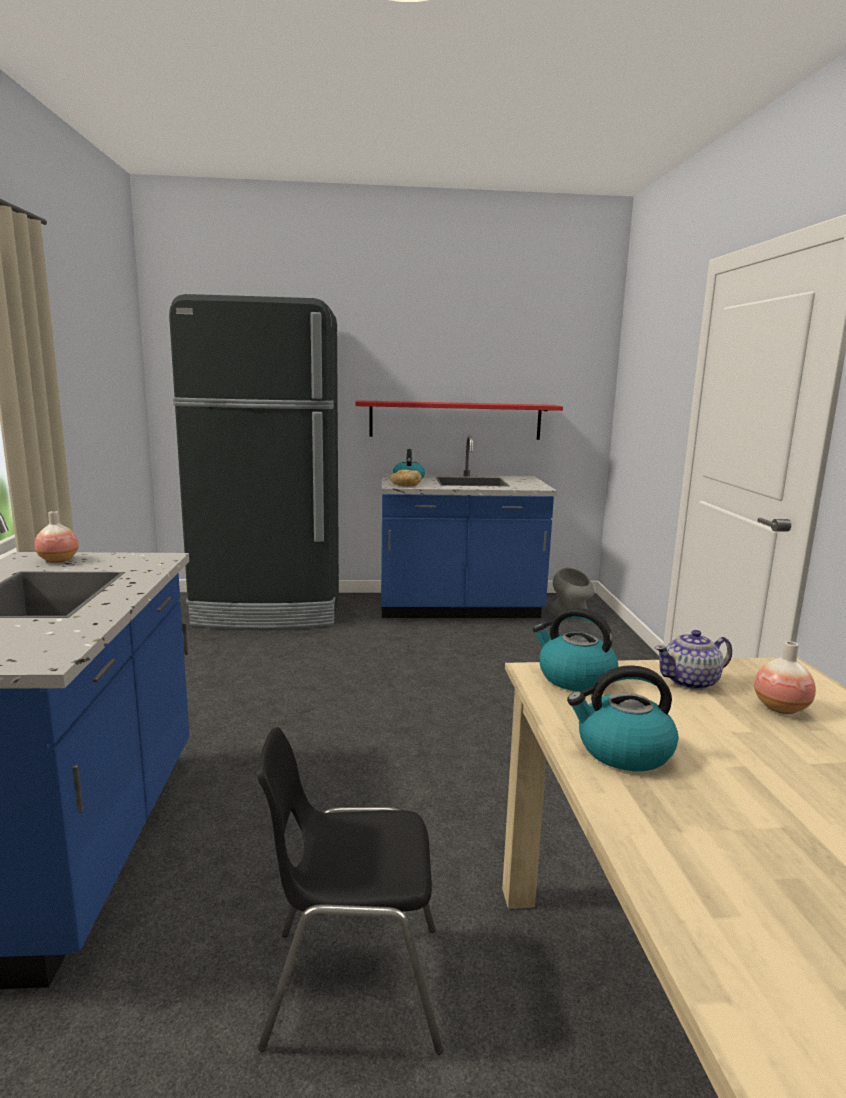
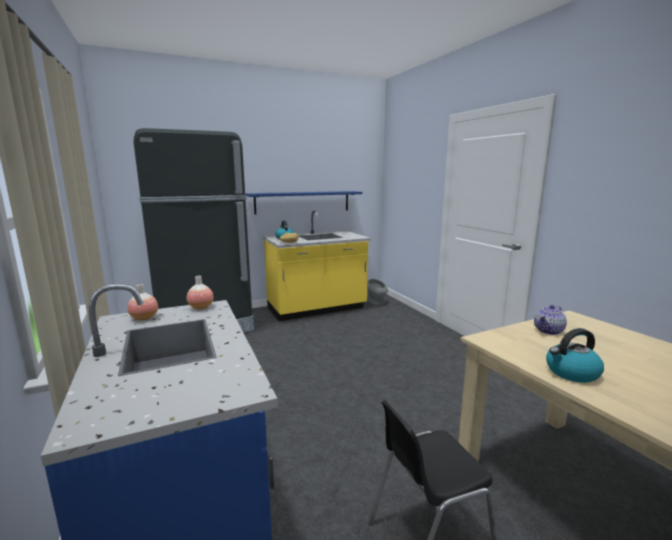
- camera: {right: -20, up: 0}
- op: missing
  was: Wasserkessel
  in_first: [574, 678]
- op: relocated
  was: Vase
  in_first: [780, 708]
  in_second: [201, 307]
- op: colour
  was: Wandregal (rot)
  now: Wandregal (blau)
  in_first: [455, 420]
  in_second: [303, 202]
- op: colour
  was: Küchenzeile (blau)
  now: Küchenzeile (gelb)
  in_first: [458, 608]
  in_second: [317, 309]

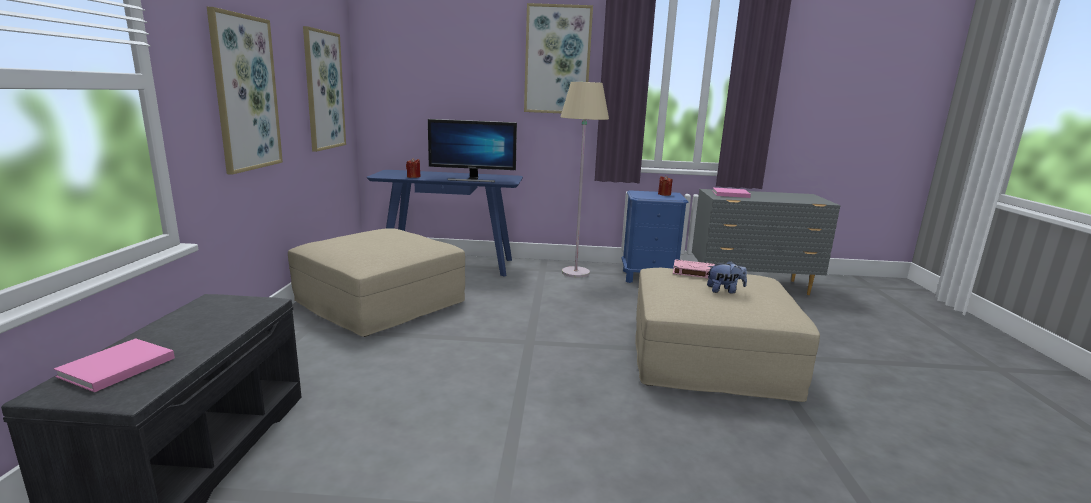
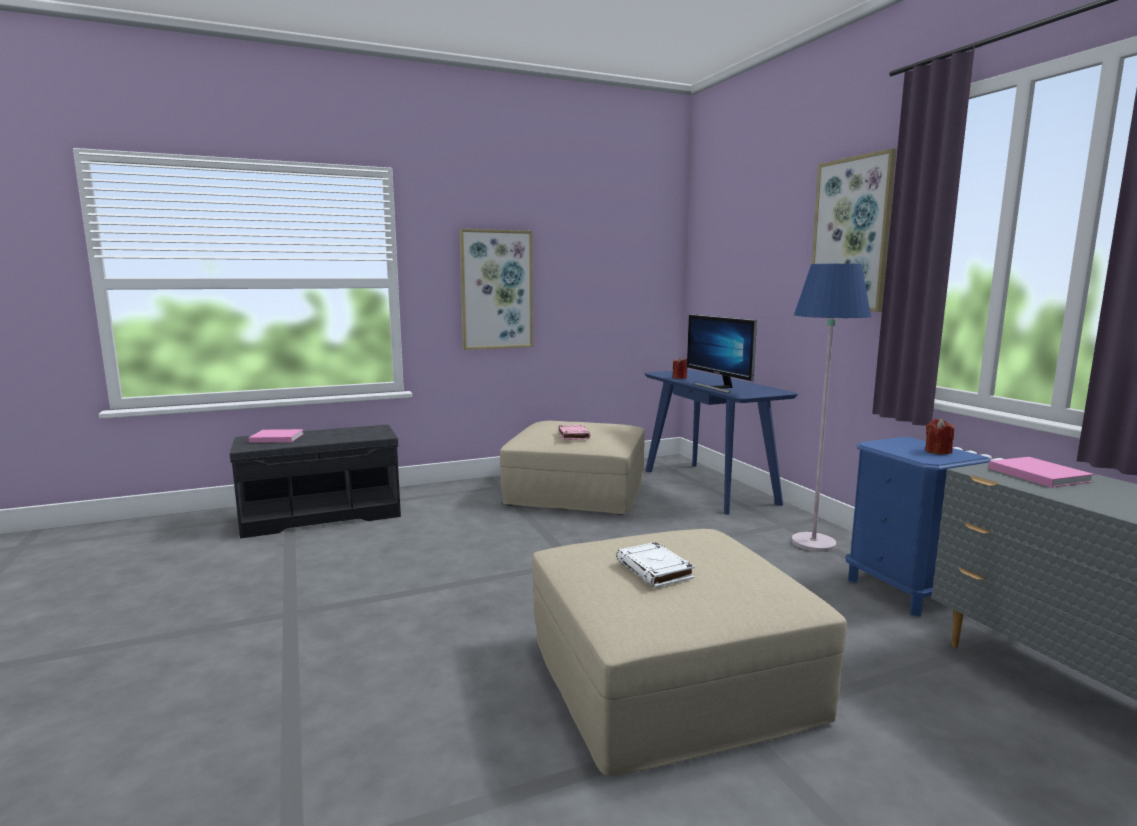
- camera: {right: 65, up: -5}
- op: missing
  was: Bild
  in_first: [323, 90]
- op: relocated
  was: Buch (rosa)
  in_first: [692, 272]
  in_second: [573, 435]
- op: exchanged
  was: Plüschtier
  now: Buch (weiß)
  in_first: [724, 291]
  in_second: [655, 570]
- op: colour
  was: Stehlampe (beige)
  now: Stehlampe (blau)
  in_first: [575, 273]
  in_second: [813, 543]

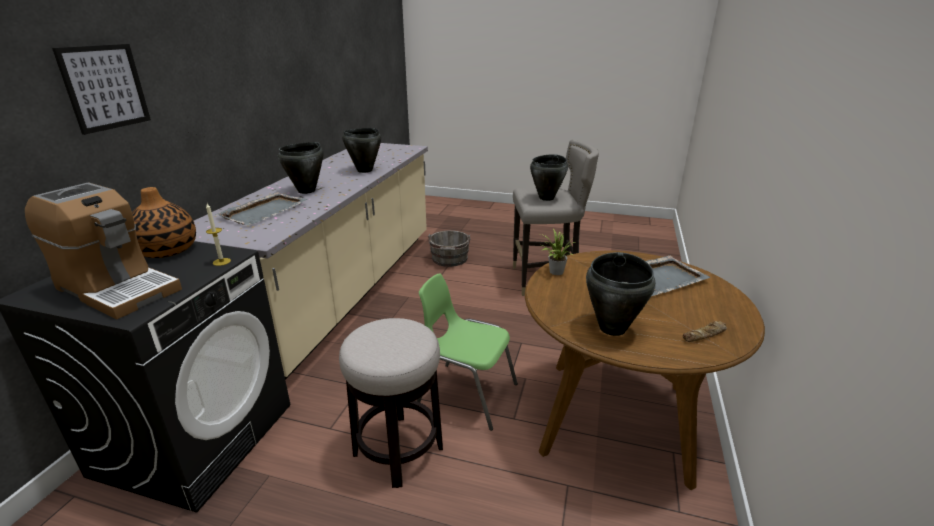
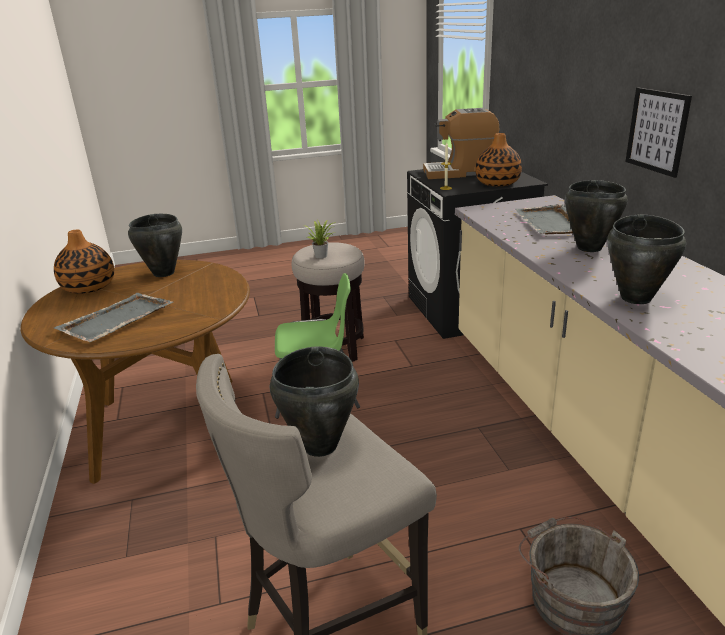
- camera: {right: 150, up: 0}
- op: relocated
  was: Bild
  in_first: [105, 87]
  in_second: [657, 131]
- op: relocated
  was: Topfpflanze
  in_first: [554, 272]
  in_second: [322, 255]
- op: exchanged
  was: Brot
  now: Vase
  in_first: [705, 335]
  in_second: [89, 287]

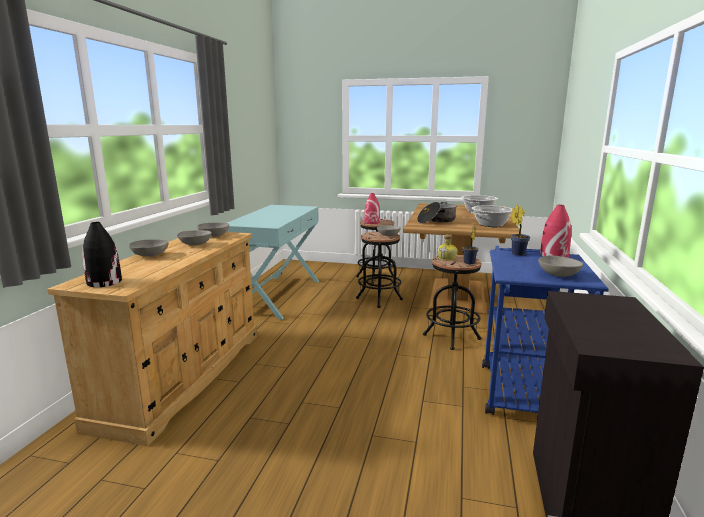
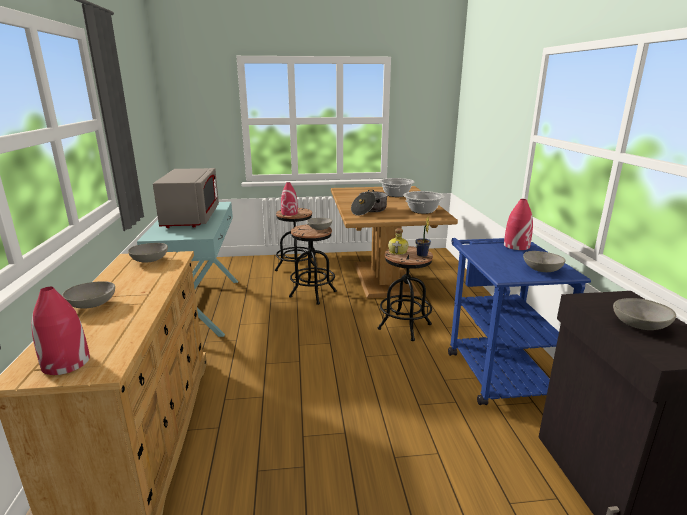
- camera: {right: -20, up: 5}
- op: missing
  was: Topfpflanze
  in_first: [517, 253]
- op: appeared
  now: Mikrowelle (grau)
  in_second: [192, 218]
- op: relocated
  was: Schüssel (grau)
  in_first: [195, 245]
  in_second: [640, 326]
- op: colour
  was: Vase (schwarz)
  now: Vase (rot)
  in_first: [104, 282]
  in_second: [65, 363]

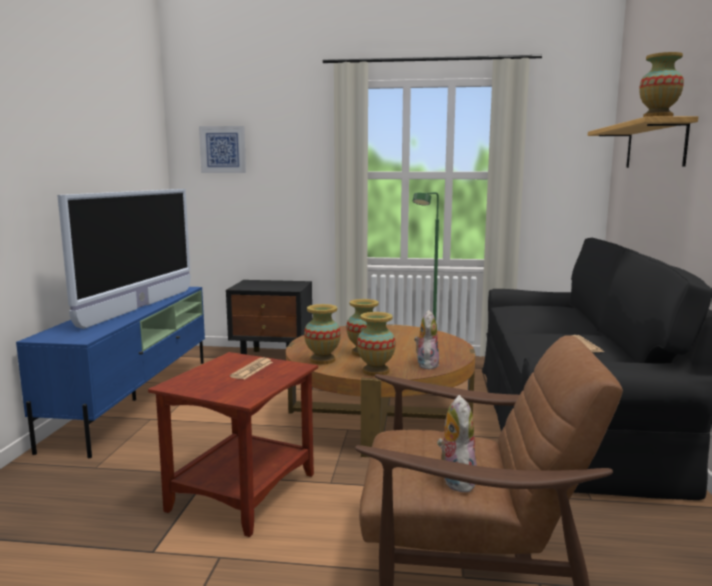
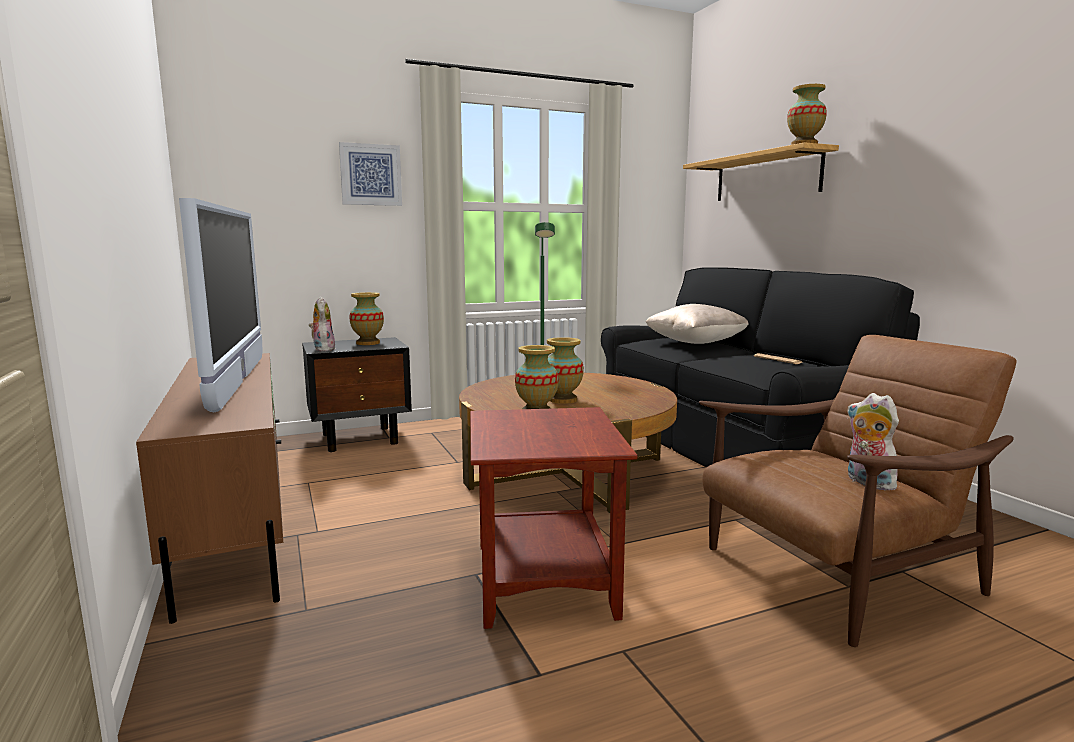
- camera: {right: -30, up: 0}
- op: missing
  was: Zeitung
  in_first: [252, 369]
- op: appeared
  now: Kissen (beige)
  in_second: [695, 343]
- op: relocated
  was: Bild
  in_first: [223, 149]
  in_second: [370, 175]
- op: relocated
  was: Vase
  in_first: [376, 371]
  in_second: [368, 343]
- op: relocated
  was: Plüschtier
  in_first: [426, 364]
  in_second: [323, 349]
- op: colour
  was: Fernsehschrank (blau)
  now: Fernsehschrank (braun)
  in_first: [135, 399]
  in_second: [236, 517]

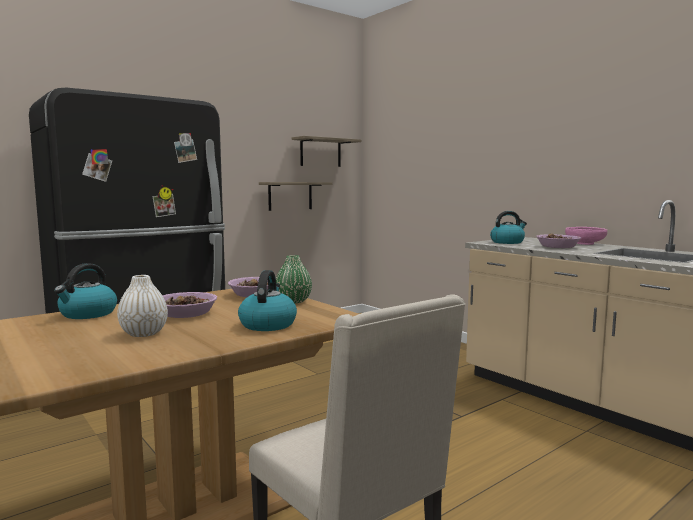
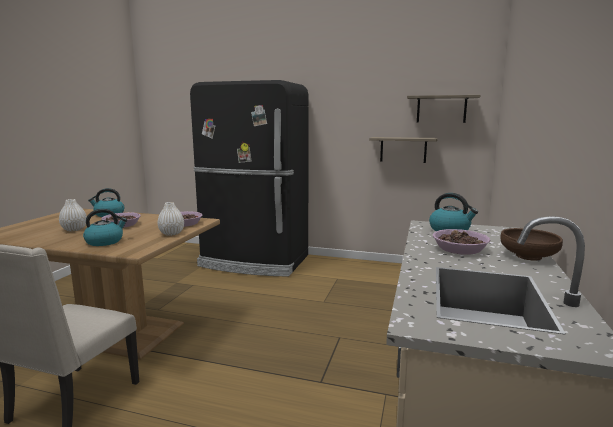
- camera: {right: 55, up: 5}
- op: colour
  was: Vase (grün)
  now: Vase (weiß)
  in_first: [293, 301]
  in_second: [171, 233]
- op: colour
  was: Schüssel (rosa)
  now: Schüssel (braun)
  in_first: [584, 243]
  in_second: [528, 256]

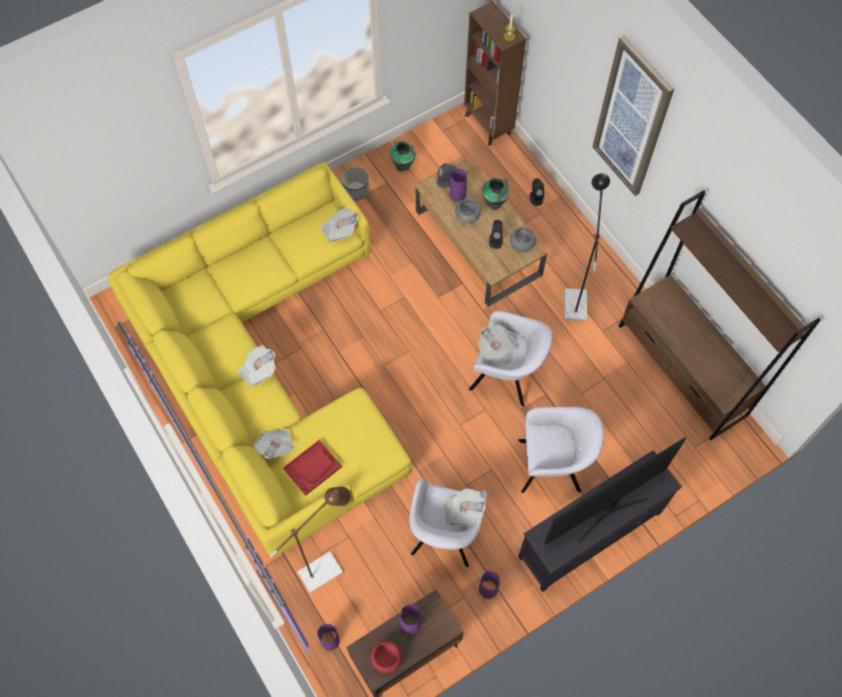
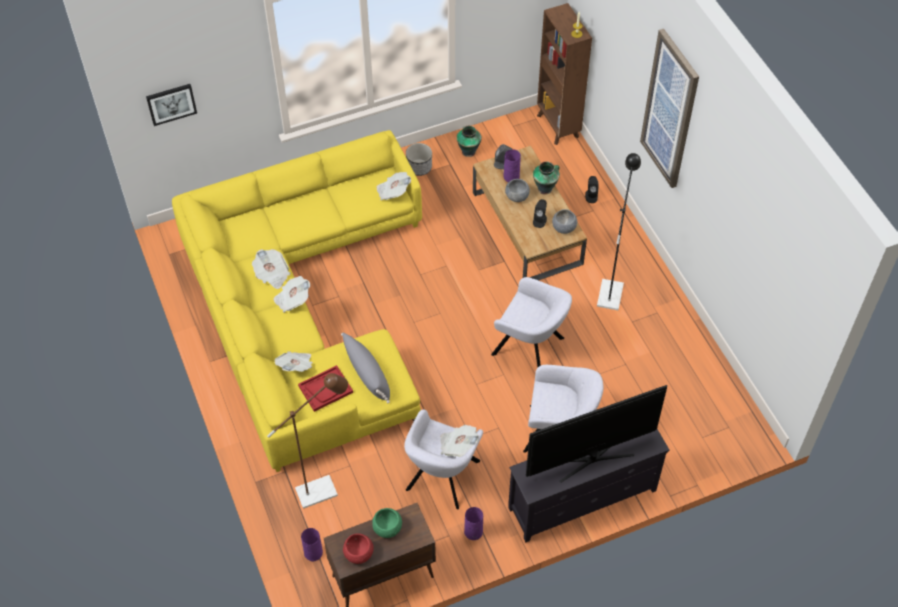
- camera: {right: 10, up: -10}
- op: missing
  was: Bücherregal (braun)
  in_first: [682, 370]
- op: appeared
  now: Bild
  in_second: [171, 103]
- op: appeared
  now: Kissen (grau)
  in_second: [367, 375]
- op: relocated
  was: Zeitung
  in_first: [496, 351]
  in_second: [272, 275]
- op: exchanged
  was: Vase (lila)
  now: Schüssel (grün)
  in_first: [411, 624]
  in_second: [387, 528]

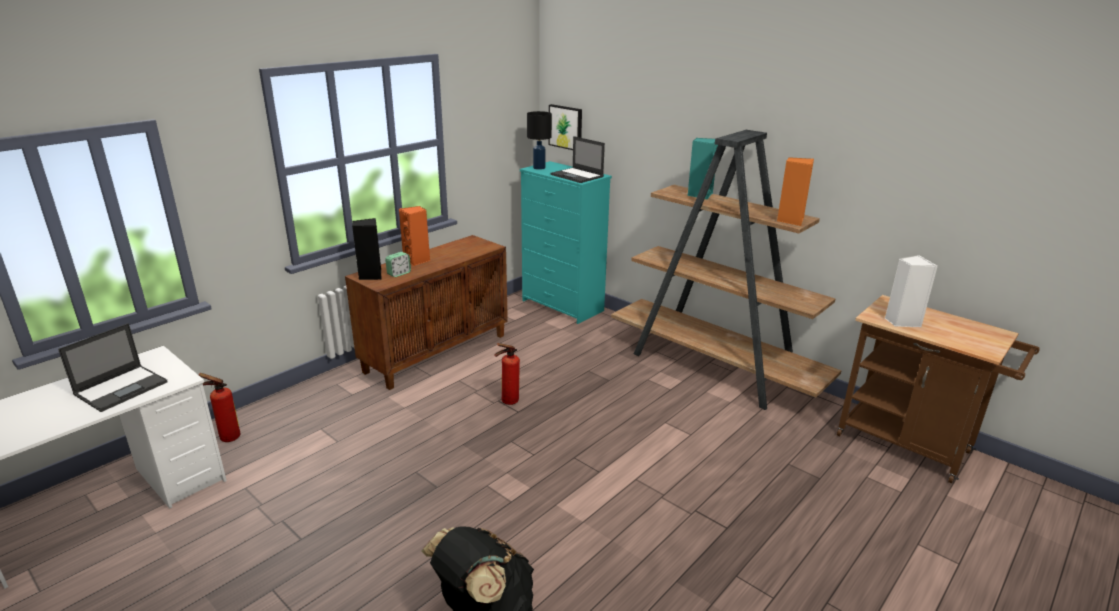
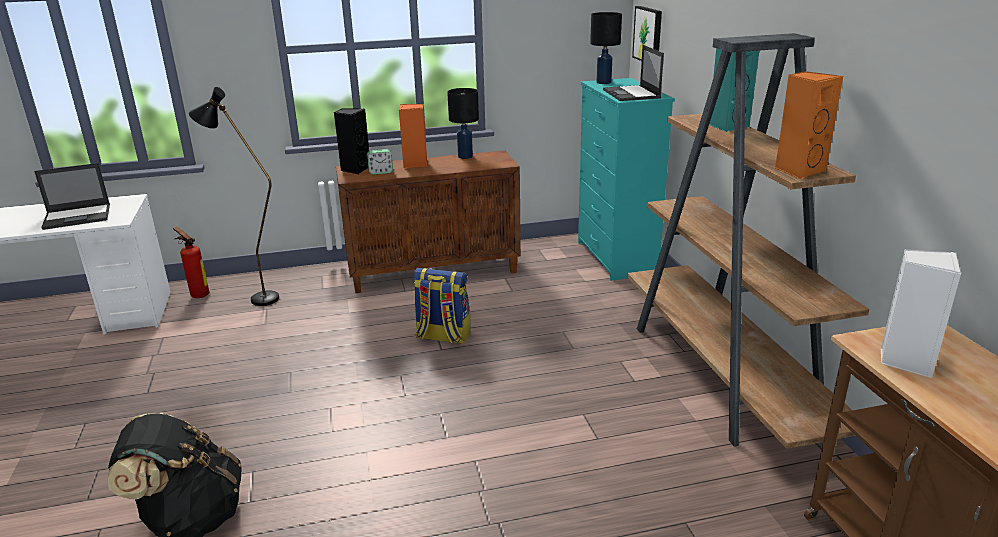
- camera: {right: 35, up: 0}
- op: appeared
  now: Stehlampe (schwarz)
  in_second: [256, 298]
- op: appeared
  now: Tischlampe (schwarz)
  in_second: [465, 157]
- op: exchanged
  was: Feuerlöscher
  now: Rucksack
  in_first: [507, 402]
  in_second: [443, 336]

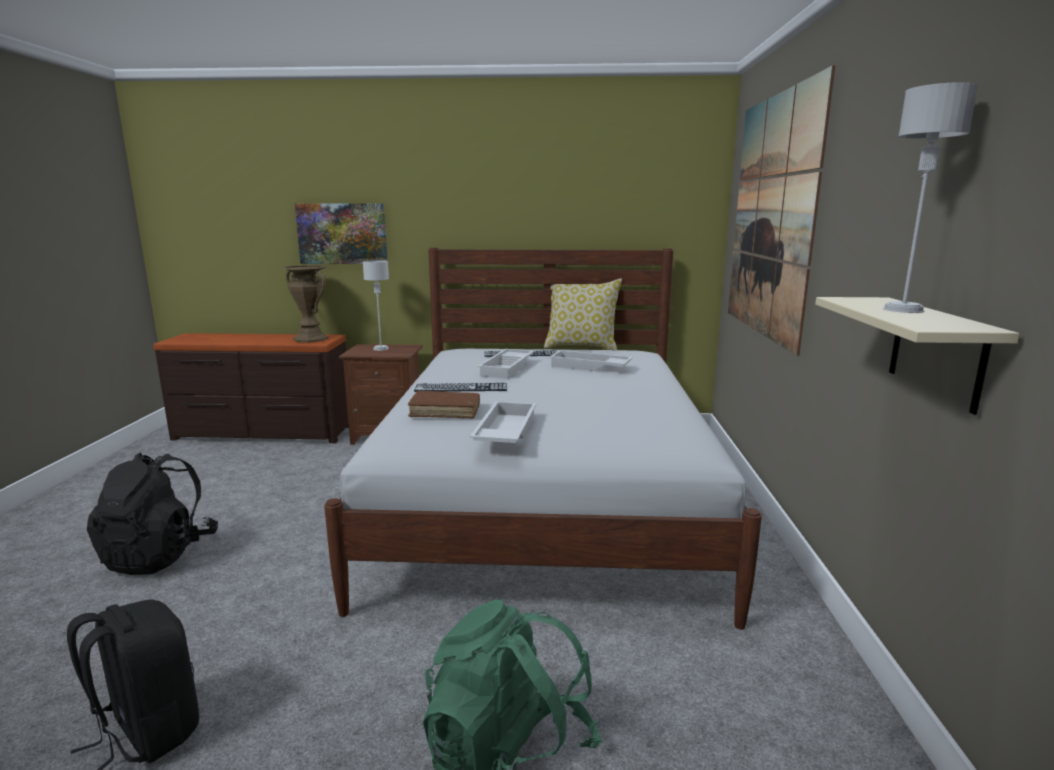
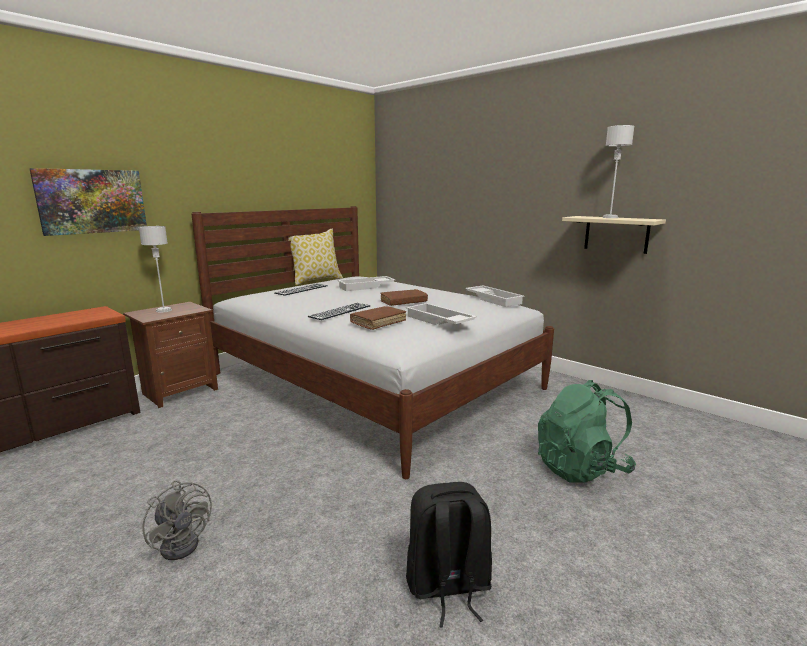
- camera: {right: -50, up: 0}
- op: missing
  was: Vase (braun)
  in_first: [311, 339]
- op: missing
  was: Bild
  in_first: [771, 217]
- op: appeared
  now: Buch (braun)
  in_second: [403, 302]
- op: relocated
  was: Tablett (weiß)
  in_first: [508, 368]
  in_second: [494, 299]
- op: exchanged
  was: Rucksack (schwarz)
  now: Ventilator (grau)
  in_first: [160, 555]
  in_second: [184, 541]

